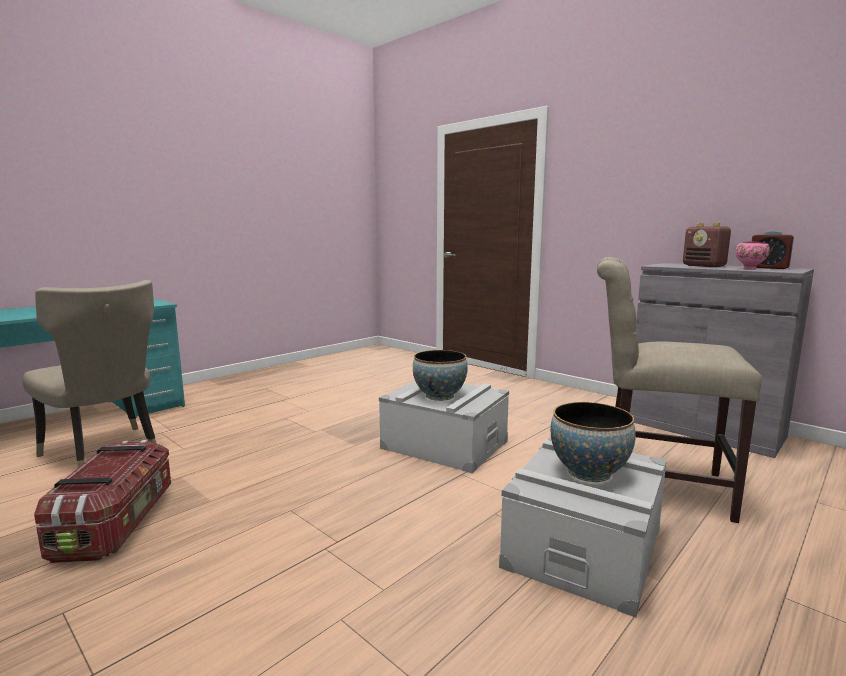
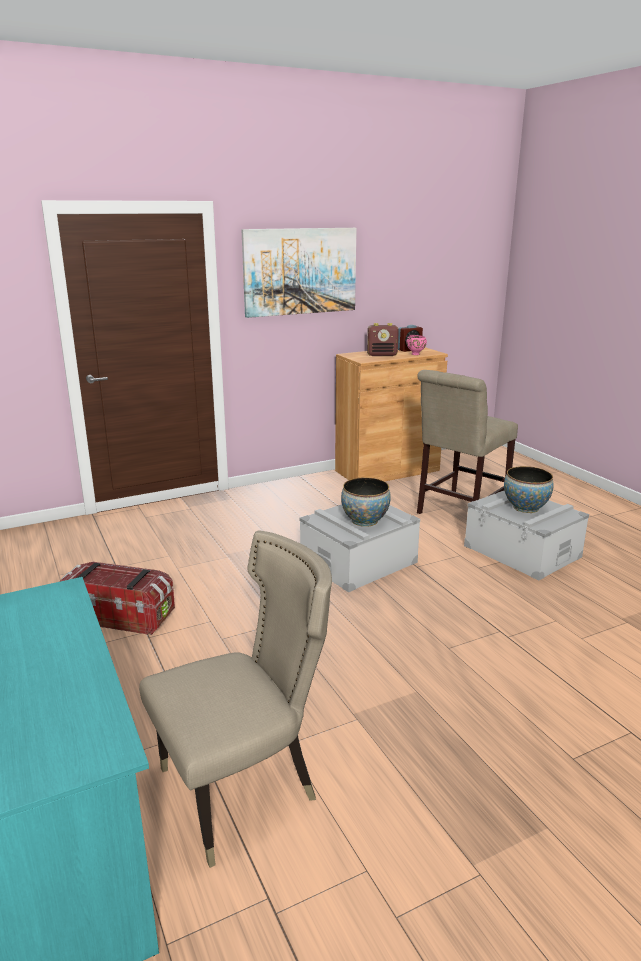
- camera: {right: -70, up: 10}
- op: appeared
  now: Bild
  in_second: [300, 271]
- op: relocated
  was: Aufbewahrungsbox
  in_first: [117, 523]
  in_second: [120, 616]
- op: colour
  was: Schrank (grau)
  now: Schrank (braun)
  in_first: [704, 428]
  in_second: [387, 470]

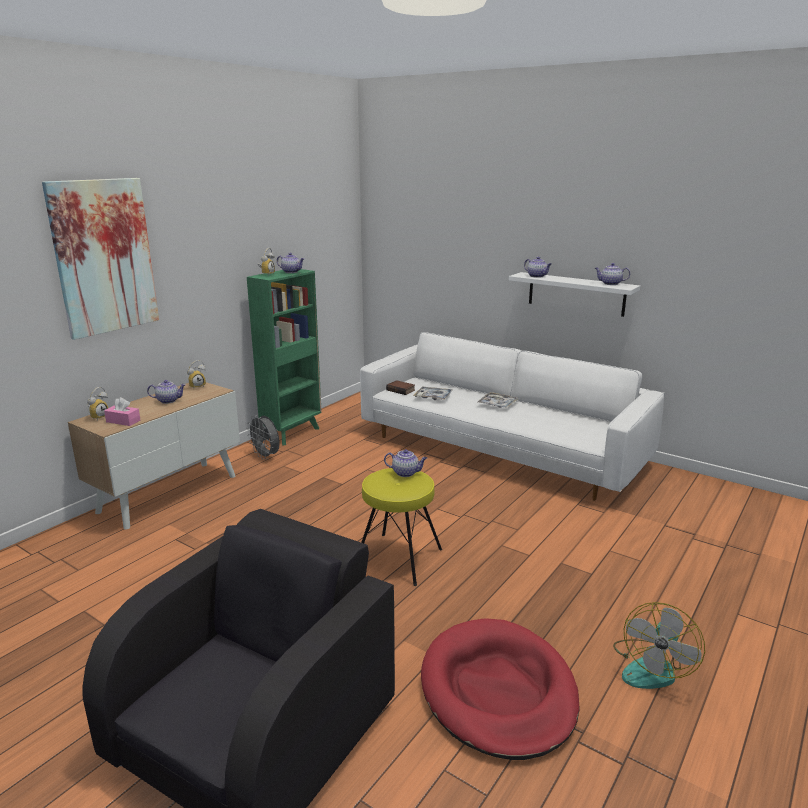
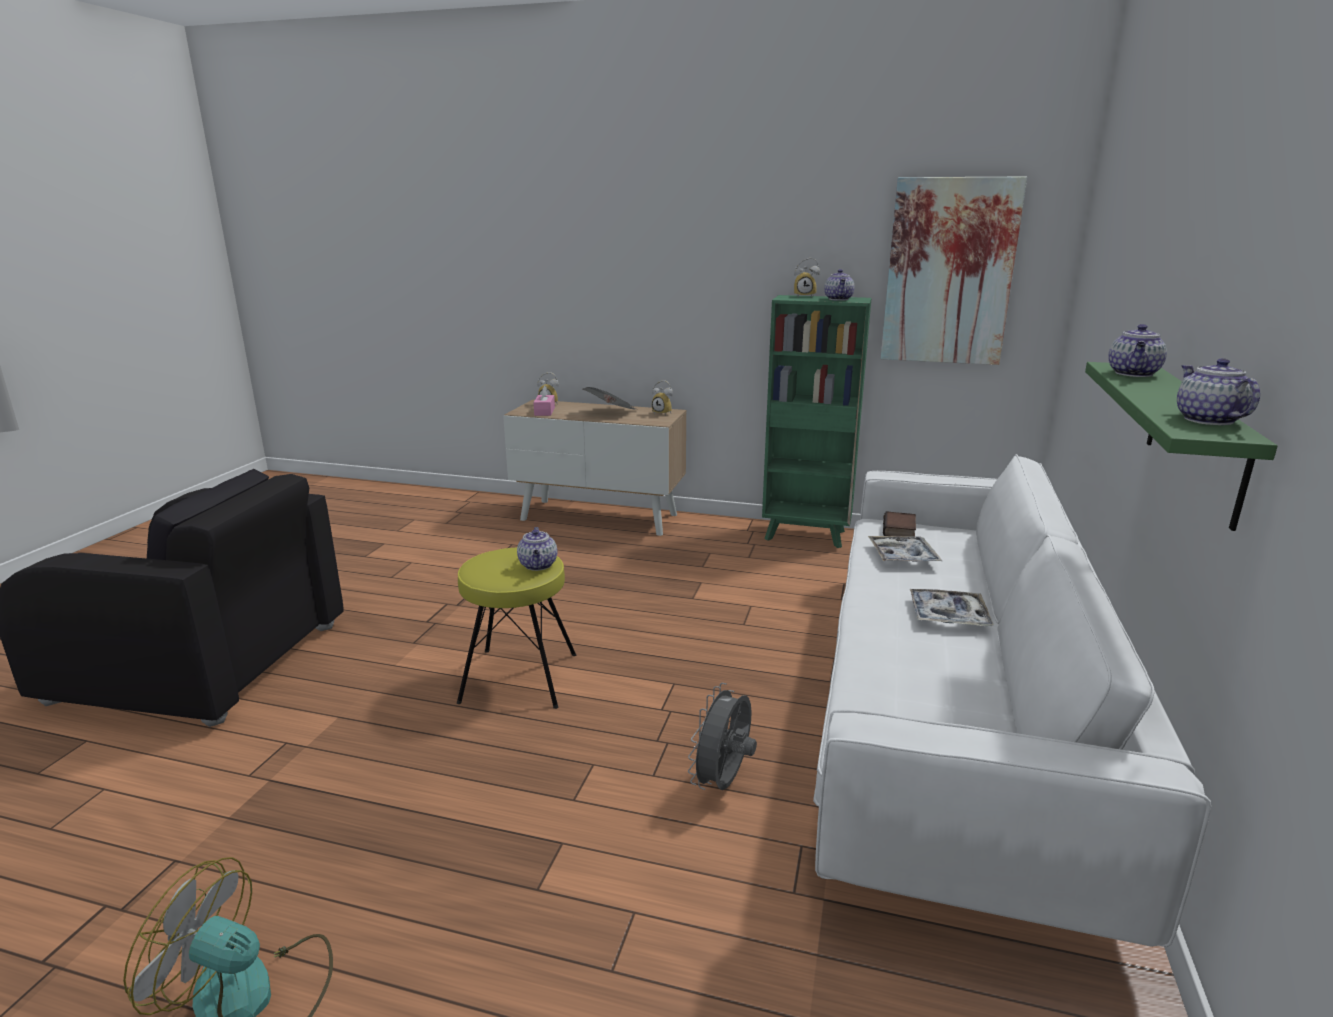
- camera: {right: 70, up: 0}
- op: missing
  was: Hundebett (rot)
  in_first: [498, 691]
- op: relocated
  was: Bild
  in_first: [104, 257]
  in_second: [949, 272]
- op: relocated
  was: Ventilator (grau)
  in_first: [266, 456]
  in_second: [723, 782]
- op: exchanged
  was: Teekanne
  now: Zeitung
  in_first: [168, 400]
  in_second: [611, 413]
- op: colour
  was: Wandregal (weiß)
  now: Wandregal (grün)
  in_first: [576, 294]
  in_second: [1195, 439]

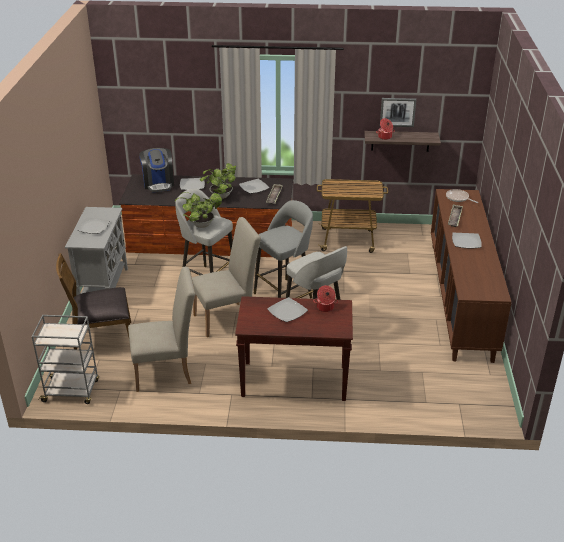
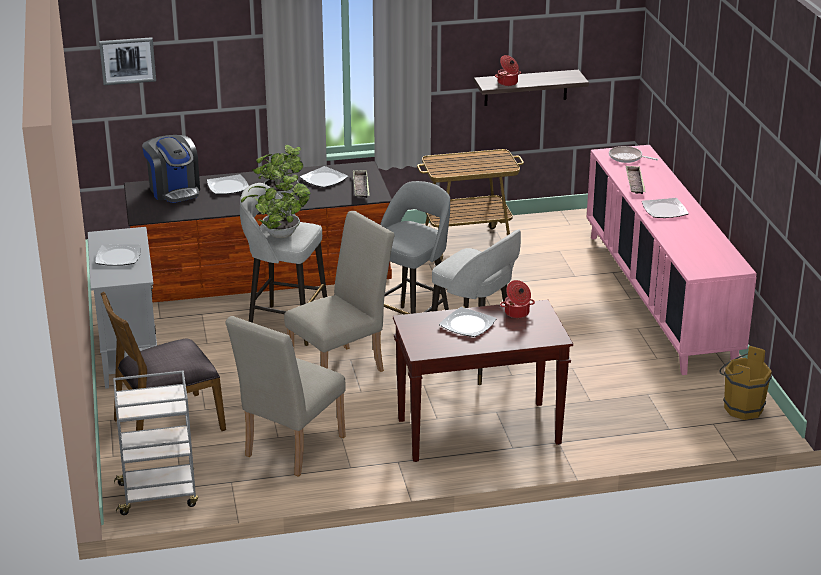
- camera: {right: -15, up: -5}
- op: appeared
  now: Eimer (braun)
  in_second: [740, 408]
- op: relocated
  was: Bild
  in_first: [397, 112]
  in_second: [127, 60]
- op: colour
  was: Schrank (braun)
  now: Schrank (rosa)
  in_first: [460, 298]
  in_second: [659, 298]
- op: spun
  was: Stuhl (beige)
  in_first: [167, 372]
  in_second: [289, 449]
  clockwise: 150

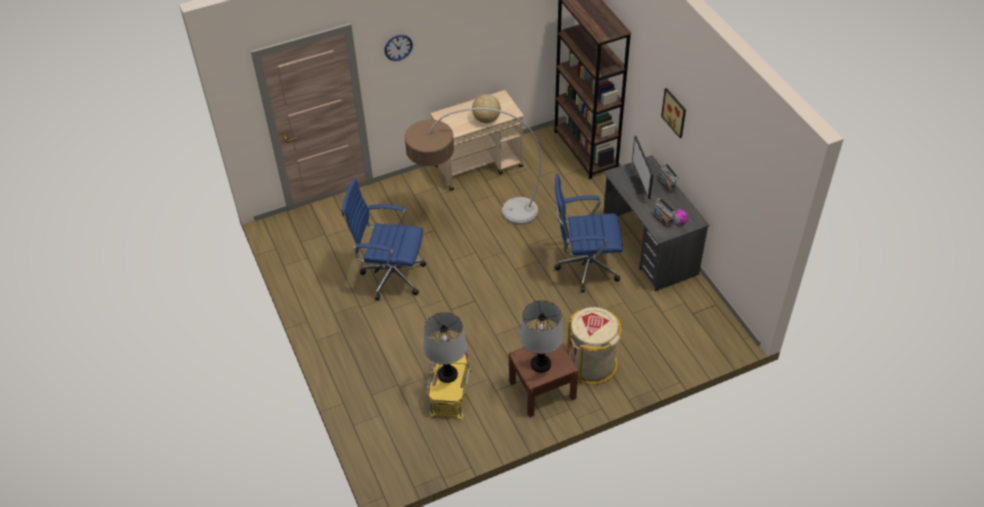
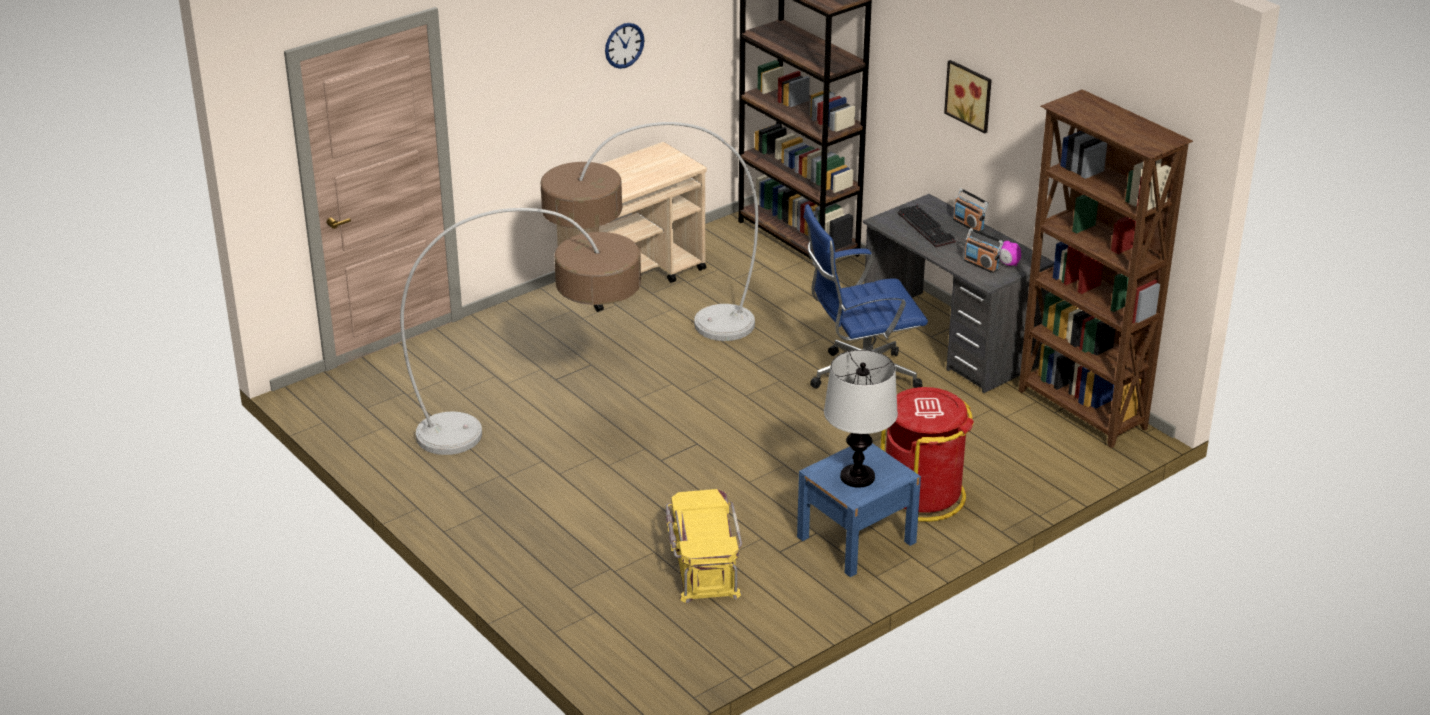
- camera: {right: -15, up: -15}
- op: missing
  was: Tischlampe
  in_first: [447, 374]
- op: missing
  was: Globus
  in_first: [486, 119]
- op: appeared
  now: Bücherregal (braun)
  in_second: [1082, 411]
- op: relocated
  was: Wanduhr
  in_first: [398, 47]
  in_second: [624, 45]
- op: exchanged
  was: Bürostuhl (blau)
  now: Stehlampe
  in_first: [390, 276]
  in_second: [540, 431]
- op: exchanged
  was: Monitor
  now: Tastatur
  in_first: [641, 184]
  in_second: [928, 228]
- op: colour
  was: Nachttisch (braun)
  now: Nachttisch (blau)
  in_first: [542, 390]
  in_second: [856, 540]
- op: colour
  was: Mülleimer (beige)
  now: Mülleimer (rot)
  in_first: [592, 363]
  in_second: [923, 495]

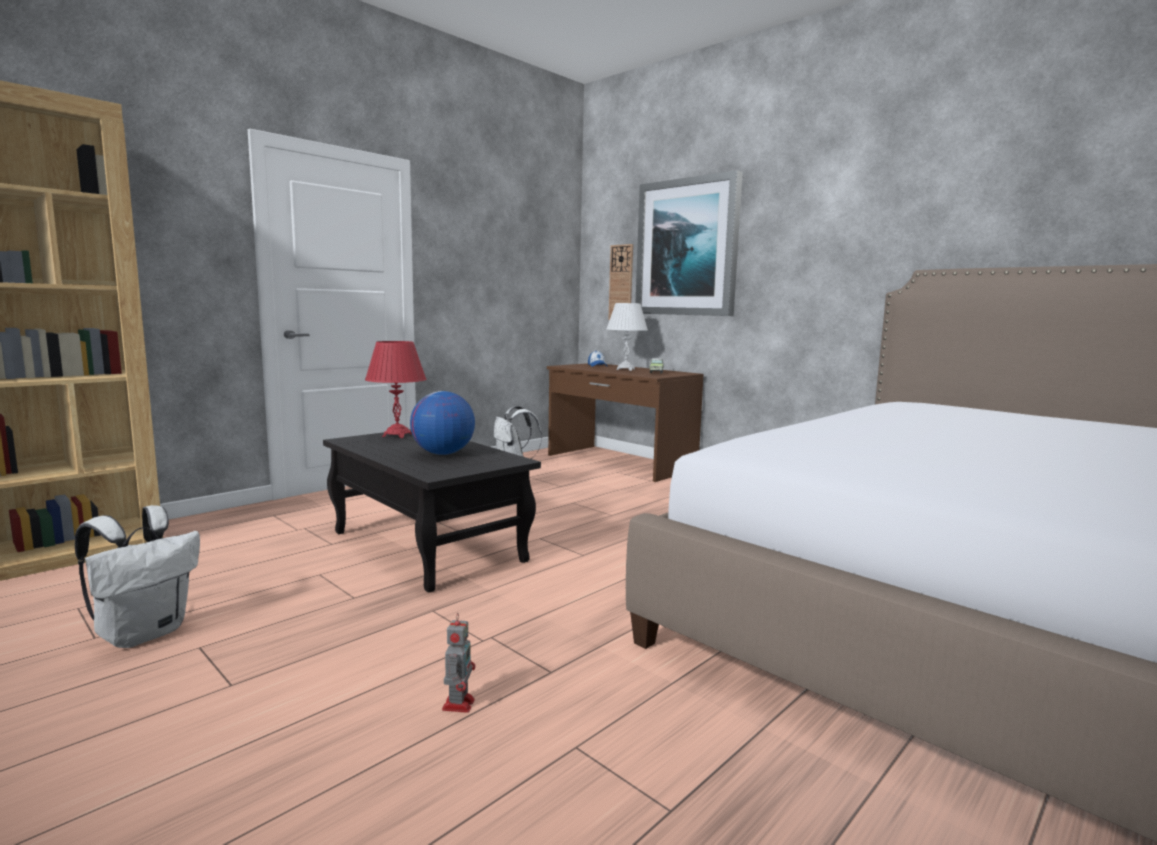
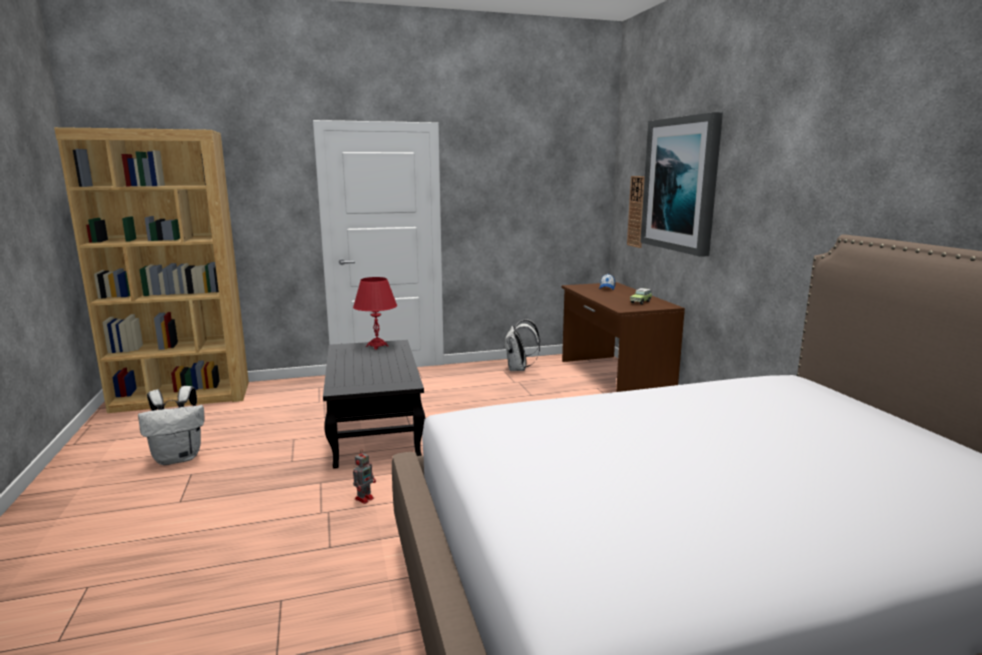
- camera: {right: 30, up: 5}
- op: missing
  was: Globus
  in_first: [442, 454]
- op: missing
  was: Tischlampe (weiß)
  in_first: [625, 369]
- op: relocated
  was: Spielzeugroboter
  in_first: [459, 703]
  in_second: [365, 498]

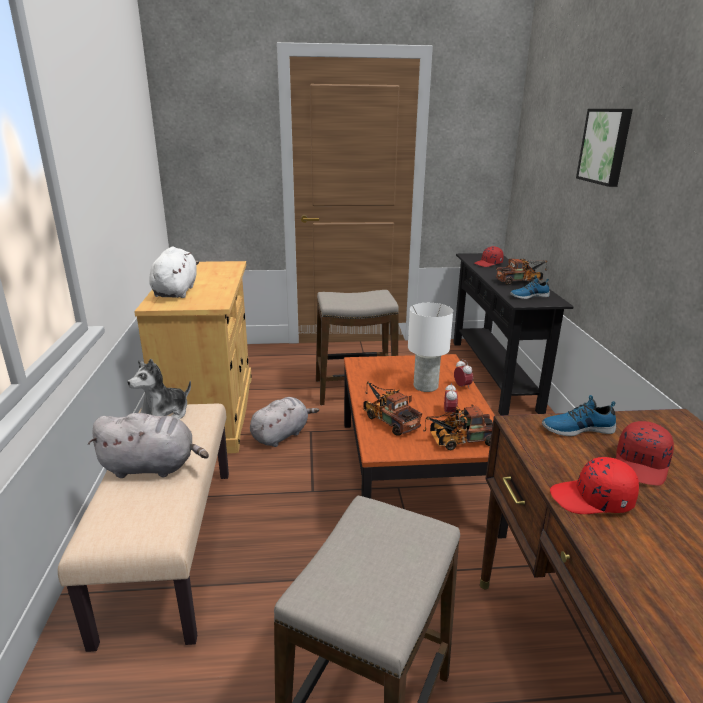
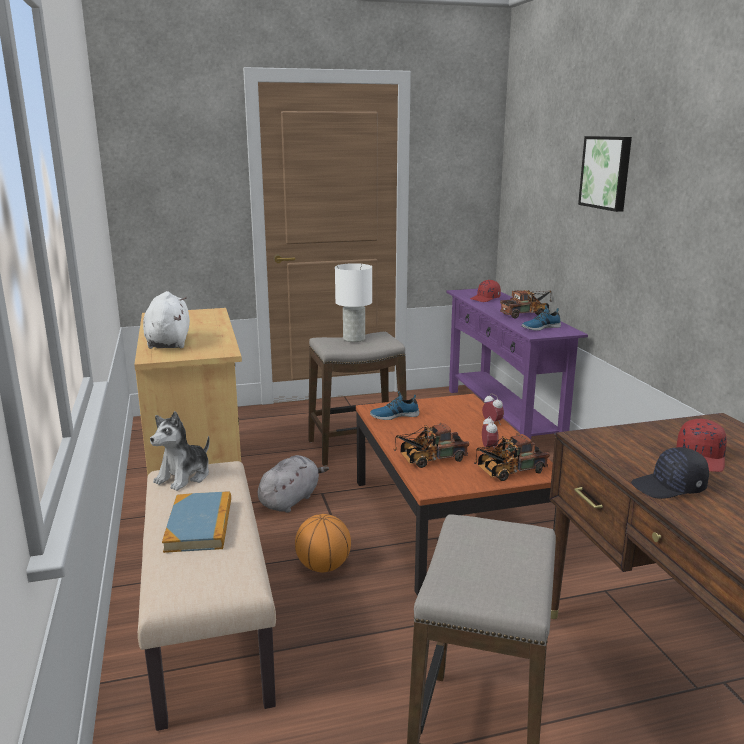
- camera: {right: -10, up: -5}
- op: appeared
  now: Basketball
  in_second: [323, 567]
- op: relocated
  was: Tischlampe (weiß)
  in_first: [426, 386]
  in_second: [354, 339]
- op: relocated
  was: Schuh
  in_first: [577, 428]
  in_second: [394, 415]
- op: exchanged
  was: Plüschtier (grau)
  now: Buch
  in_first: [153, 467]
  in_second: [199, 525]
- op: colour
  was: Konsolentisch (schwarz)
  now: Konsolentisch (lila)
  in_first: [494, 374]
  in_second: [502, 418]
- op: colour
  was: Kappe (rot)
  now: Kappe (schwarz)
  in_first: [592, 499]
  in_second: [669, 487]
- op: spun
  was: Spielzeuglaster
  in_first: [388, 420]
  in_second: [429, 460]
  clockwise: -60

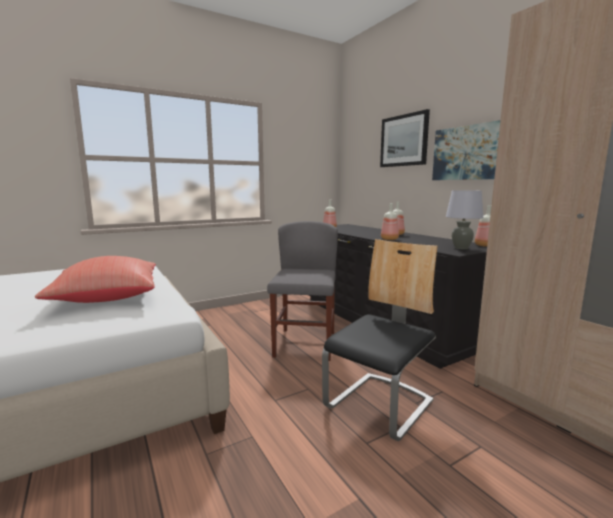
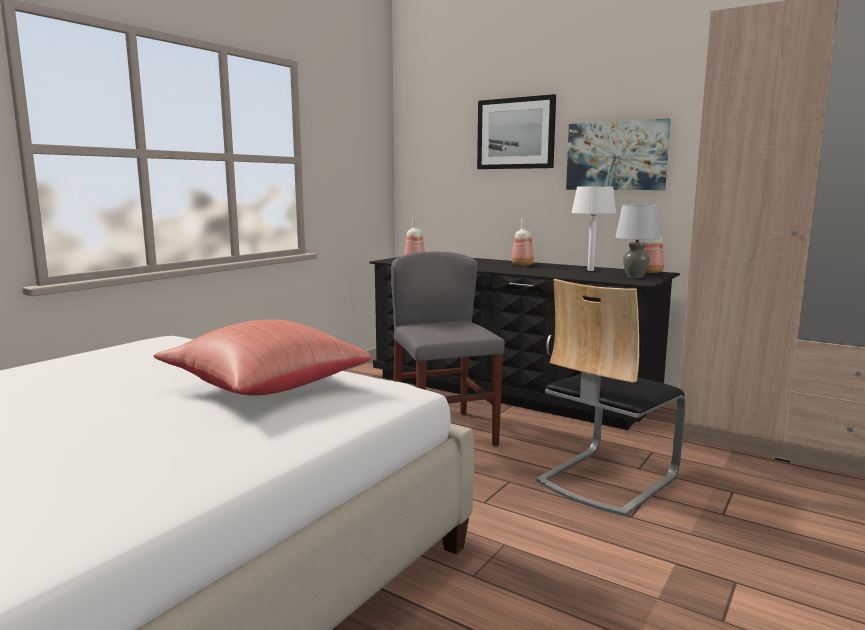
- camera: {right: -25, up: 0}
- op: missing
  was: Flasche
  in_first: [389, 239]
- op: appeared
  now: Tischlampe (weiß)
  in_second: [590, 270]
- op: spun
  was: Stuhl
  in_first: [380, 405]
  in_second: [606, 479]
  clockwise: -150

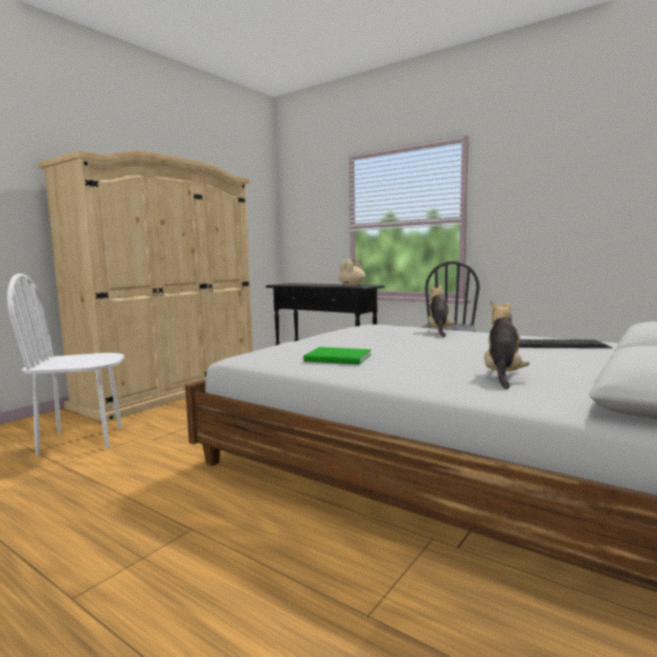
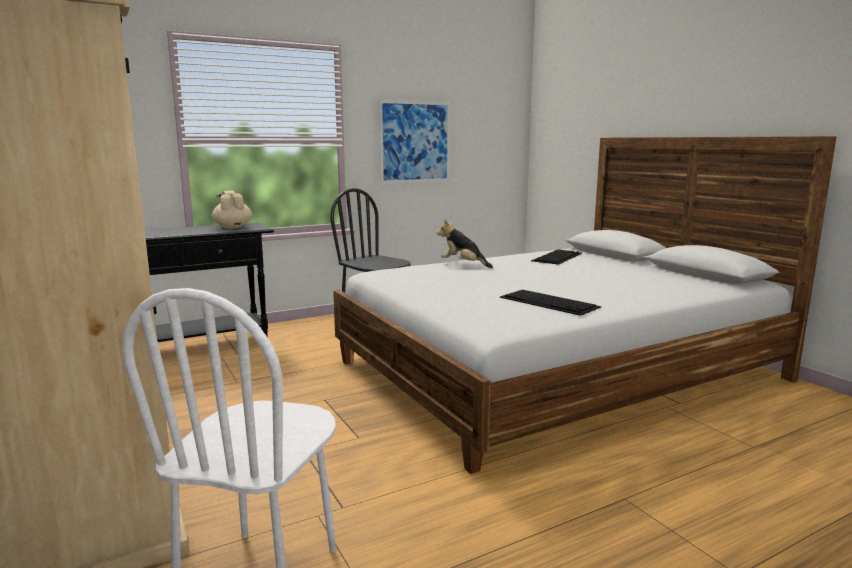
- camera: {right: -65, up: 5}
- op: missing
  was: Plüschtier
  in_first: [502, 375]
- op: appeared
  now: Bild
  in_second: [415, 142]
- op: exchanged
  was: Buch (grün)
  now: Tastatur
  in_first: [339, 358]
  in_second: [549, 302]

